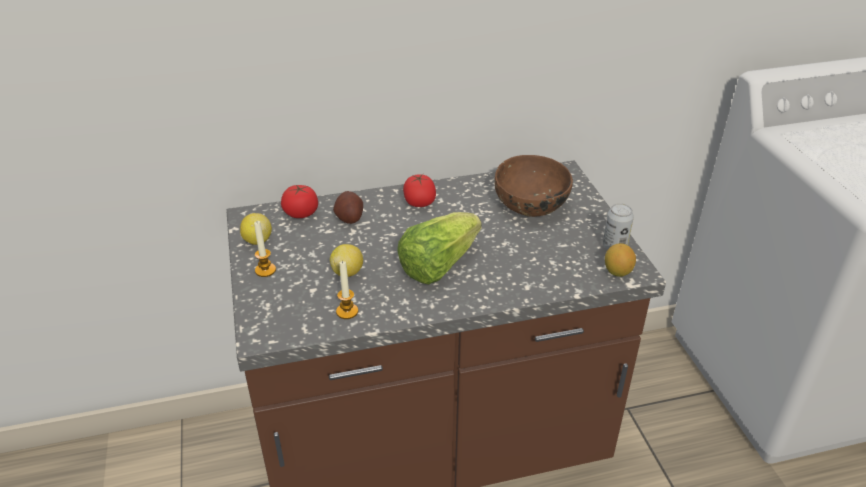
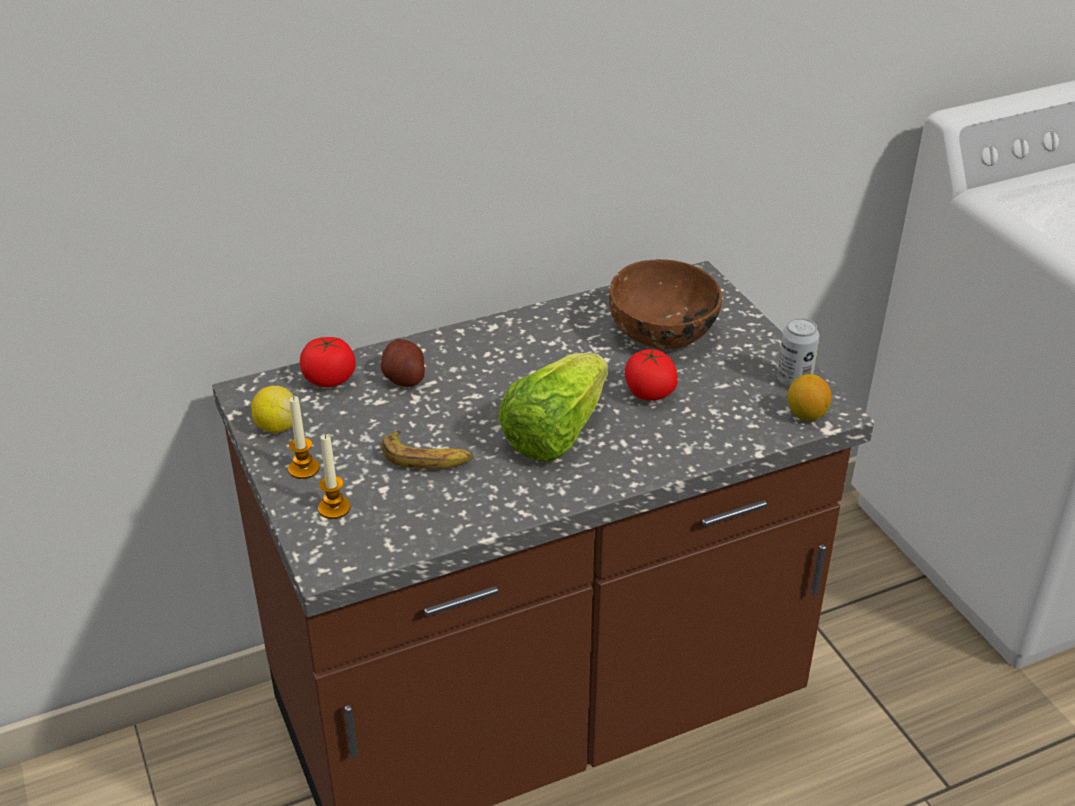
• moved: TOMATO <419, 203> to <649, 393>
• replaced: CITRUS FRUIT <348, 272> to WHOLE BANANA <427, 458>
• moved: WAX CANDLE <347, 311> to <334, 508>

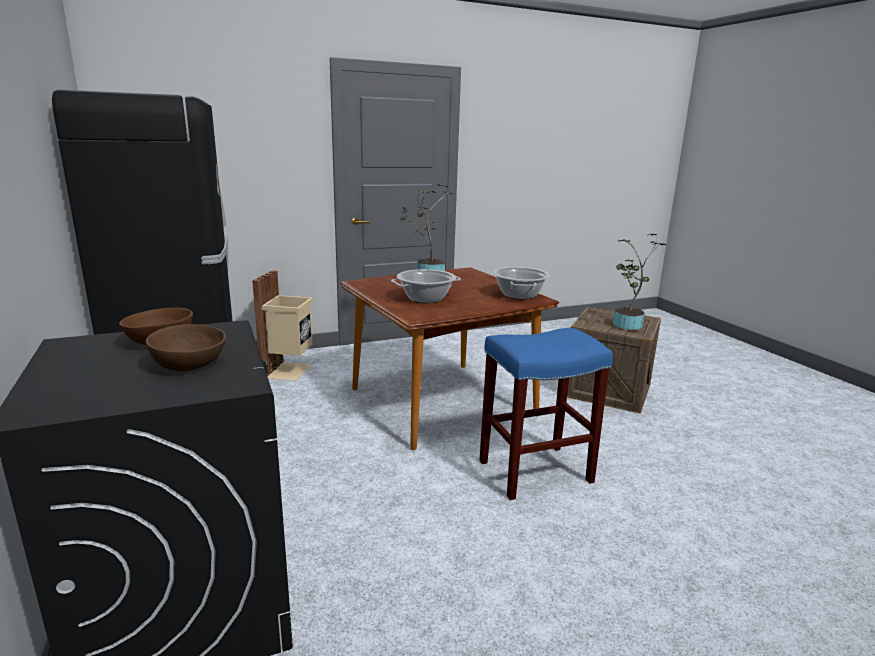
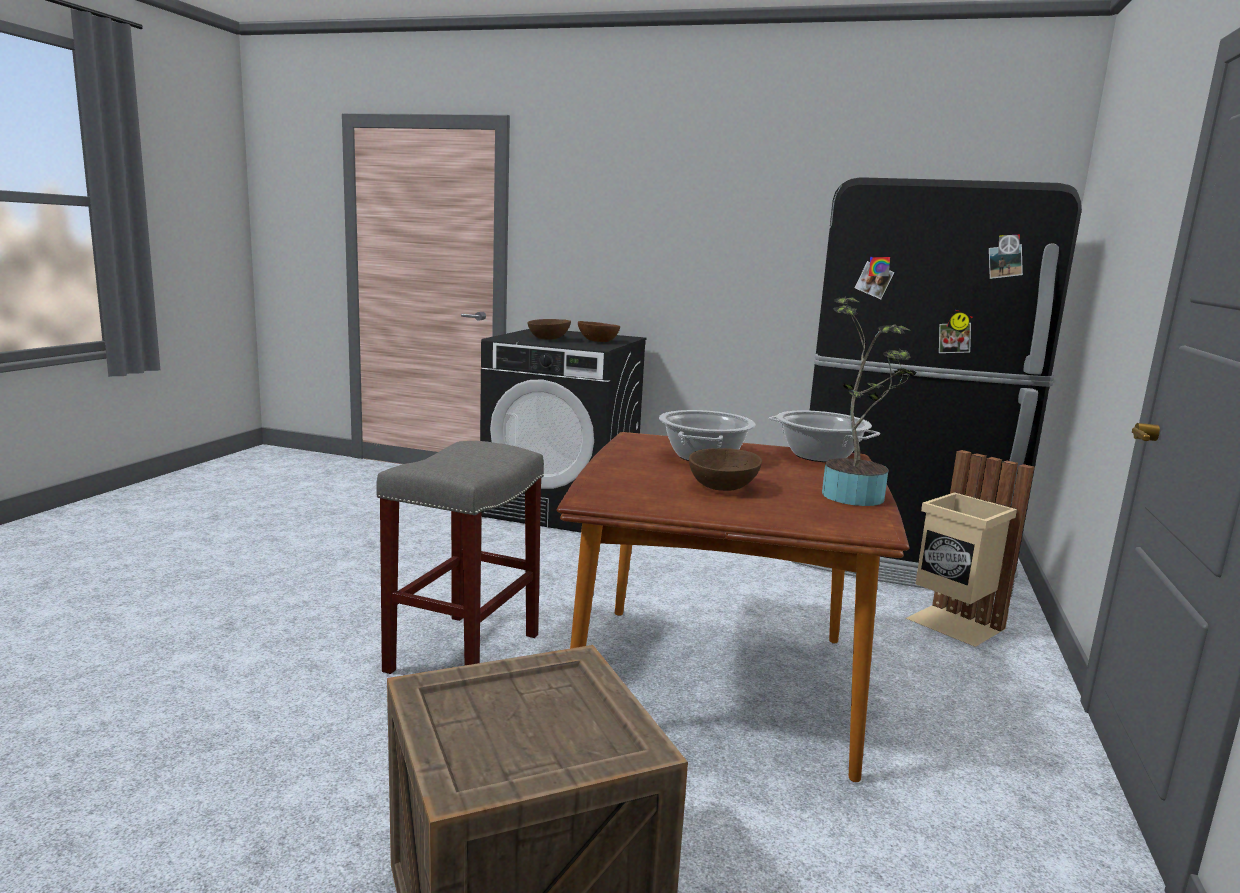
• removed: HOUSEPLANT <626, 326>
• moved: STOCKPOT <519, 295> to <818, 456>
• recoloured: BLUE-COLOURED STOOL <534, 472> to GREYISH STOOL <464, 651>
• added: BROWN DEEP DISH <722, 486>

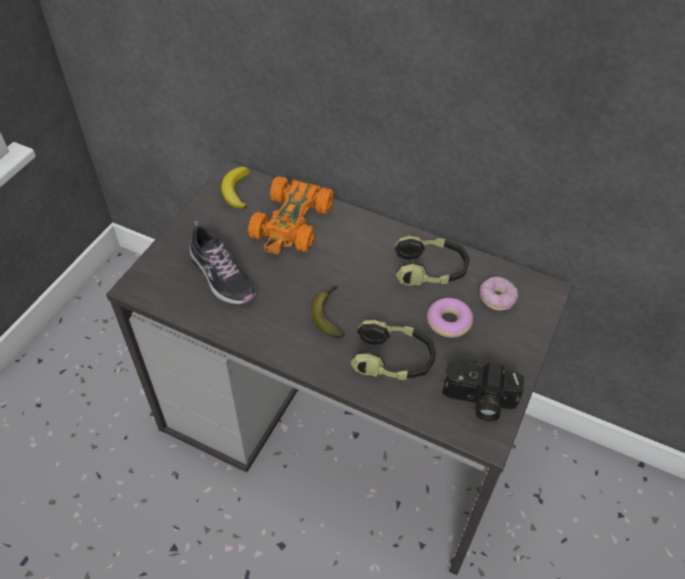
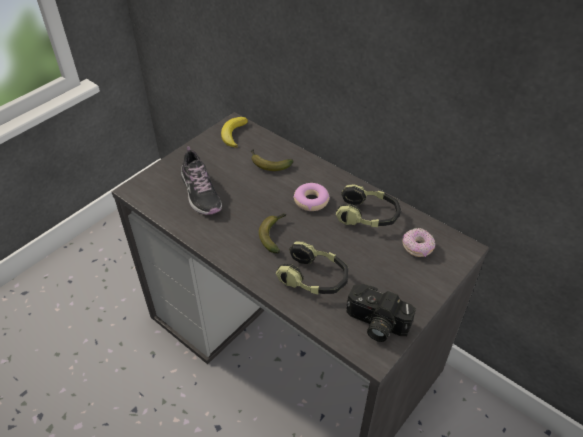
• replaced: ORANGEY TOY CAR <292, 223> to WHOLE BANANA <268, 164>
• moved: DOUGHNUT <448, 321> to <311, 201>

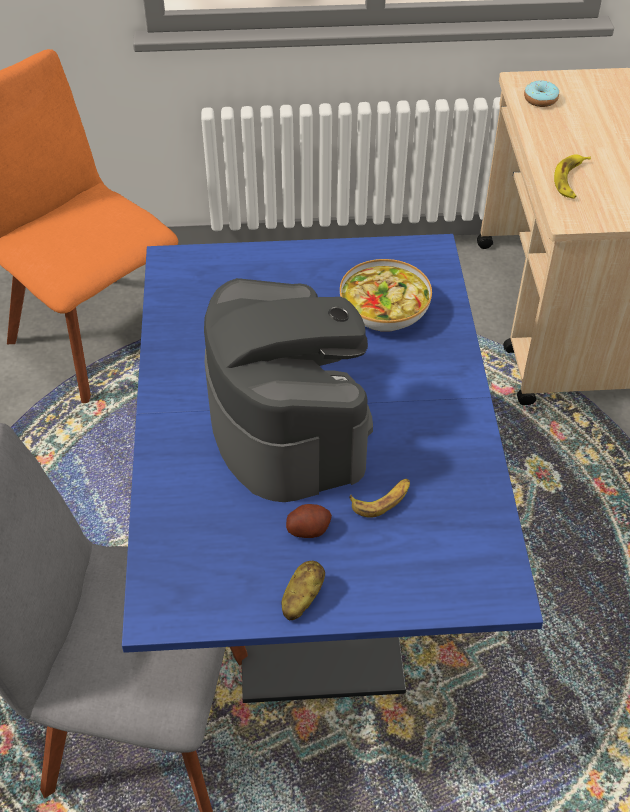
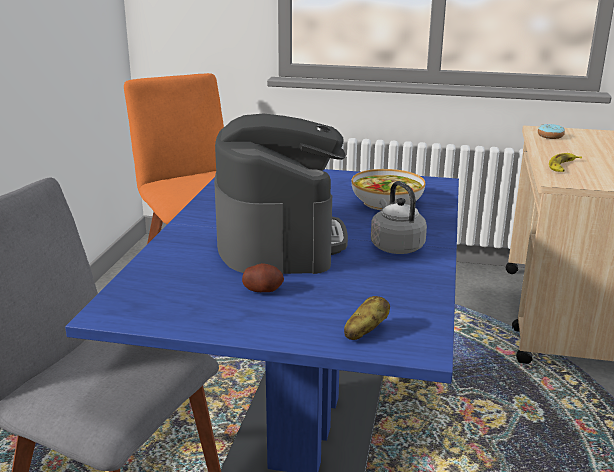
• removed: WHOLE BANANA <382, 500>
• moved: SPUD <301, 598> to <365, 332>
• added: GREYISH TEA KETTLE <395, 246>

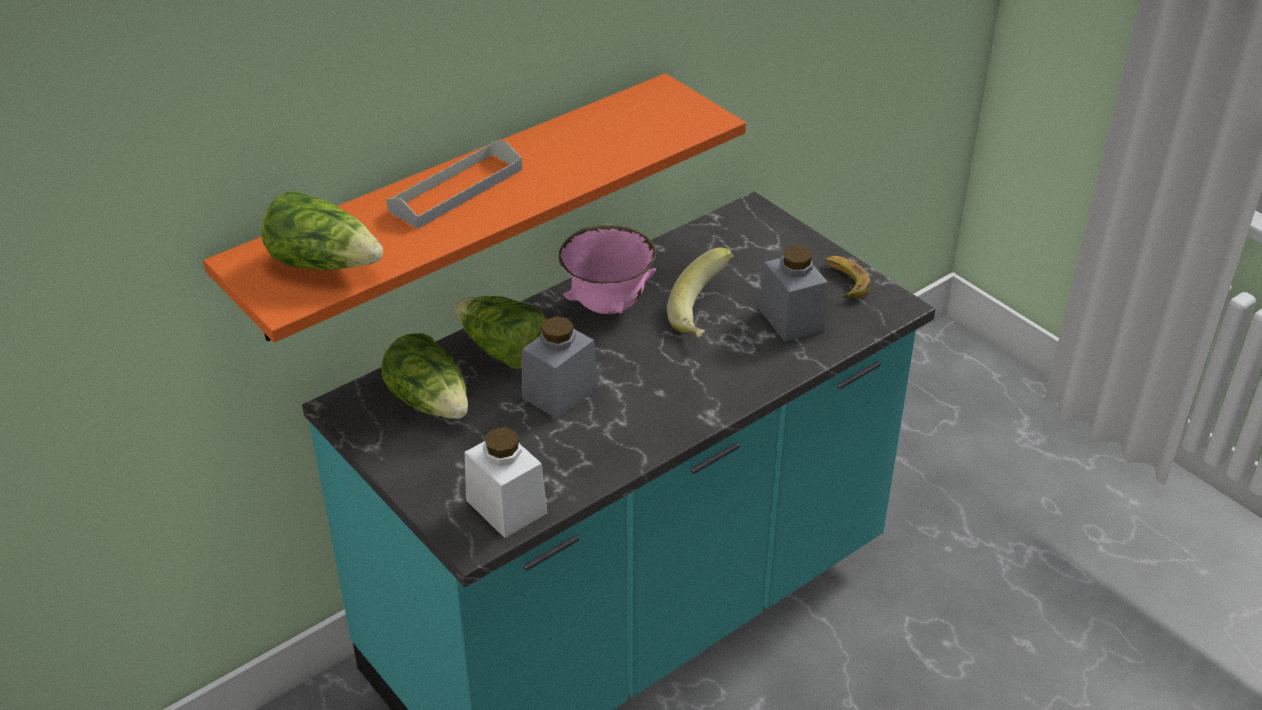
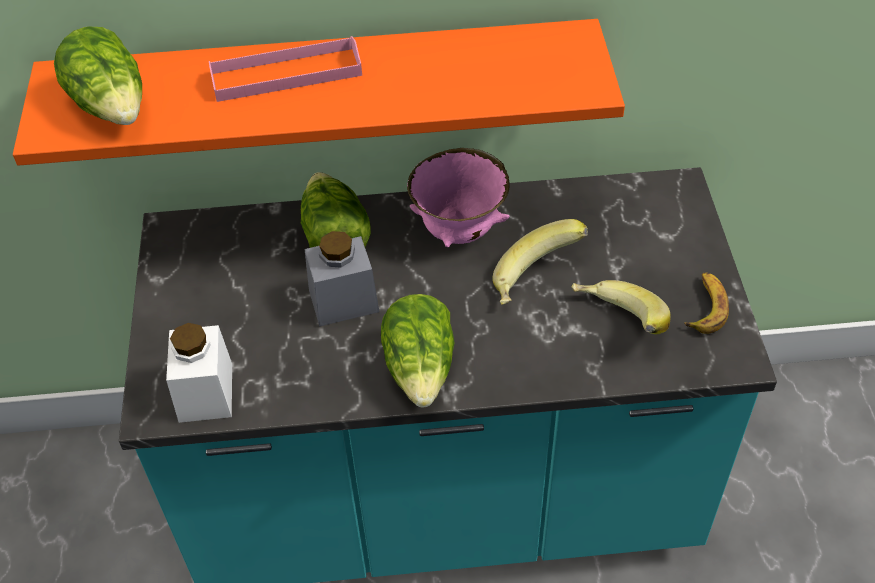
• recoloured: GREYISH SERVING TRAY <456, 190> to PINK SERVING TRAY <286, 74>
• replaced: GREYISH JAR <791, 319> to WHOLE BANANA <616, 324>
• moved: LETTUCE HEAD <431, 402> to <421, 368>

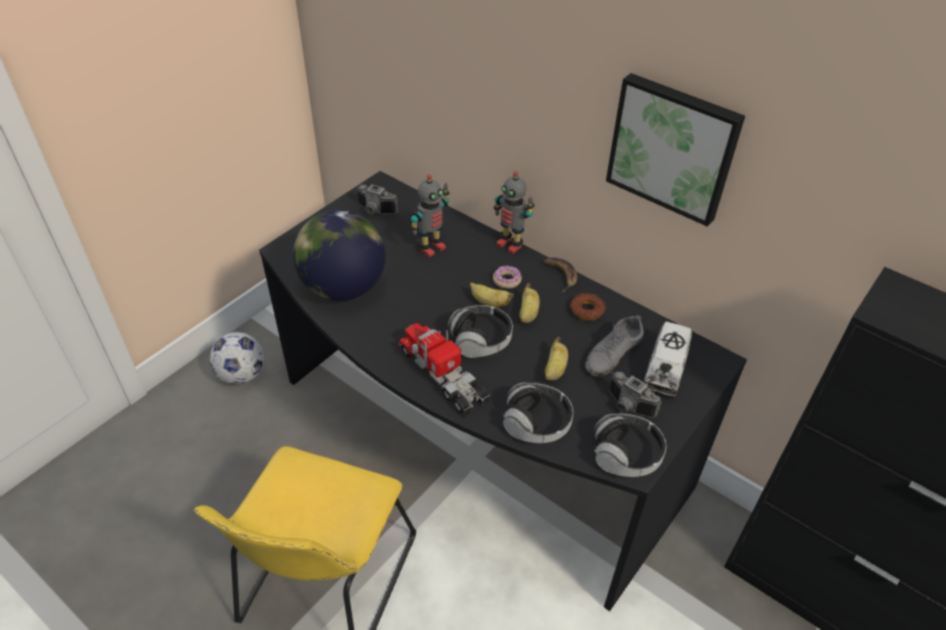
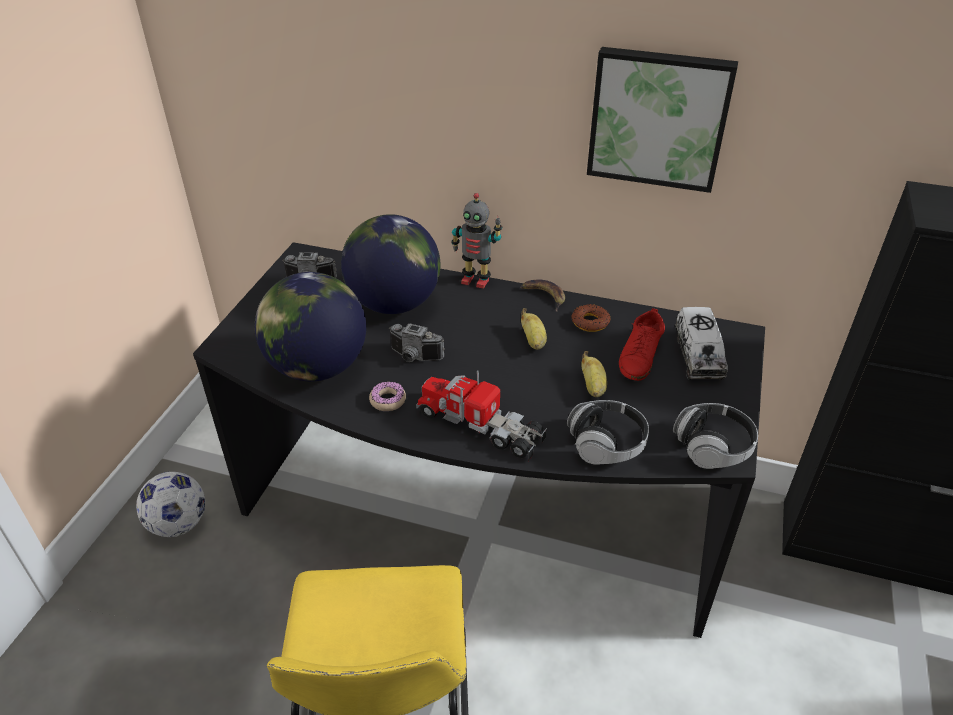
• replaced: ROBOT FIGURE <431, 248> to WORLD GLOBE <394, 303>
• moved: DOUGHNUT <507, 280> to <388, 400>
• removed: WHOLE BANANA <489, 302>
• removed: HEADSET <481, 340>
• recoloured: GREYISH ITEM OF FOOTWEAR <613, 353> to RED-COLOURED ITEM OF FOOTWEAR <640, 355>
• moved: STILL CAMERA <627, 407> to <413, 357>

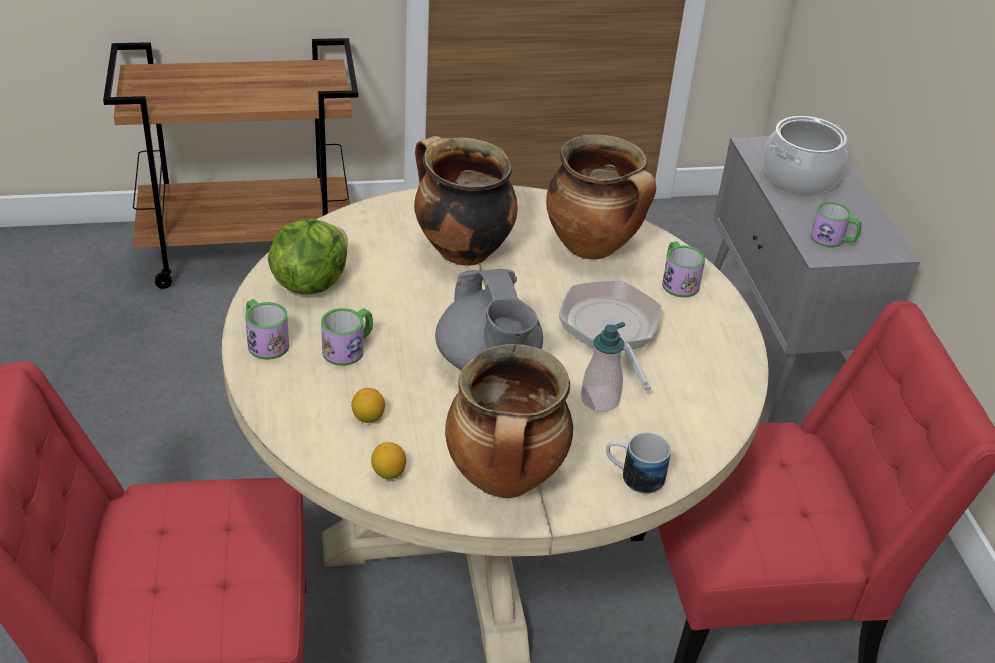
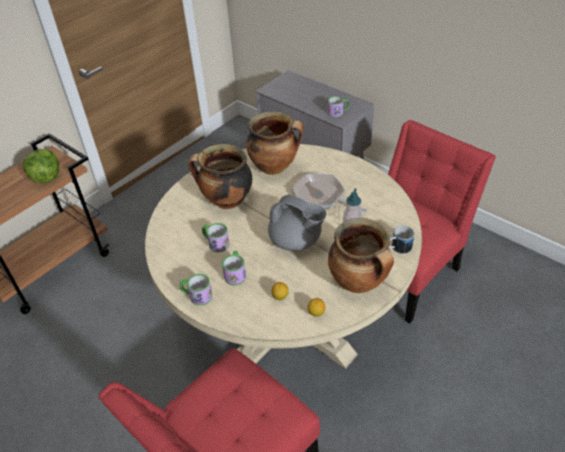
• removed: STOCKPOT <799, 176>
• moved: LETTUCE HEAD <309, 282> to <46, 177>
• moved: MUG <677, 281> to <216, 243>

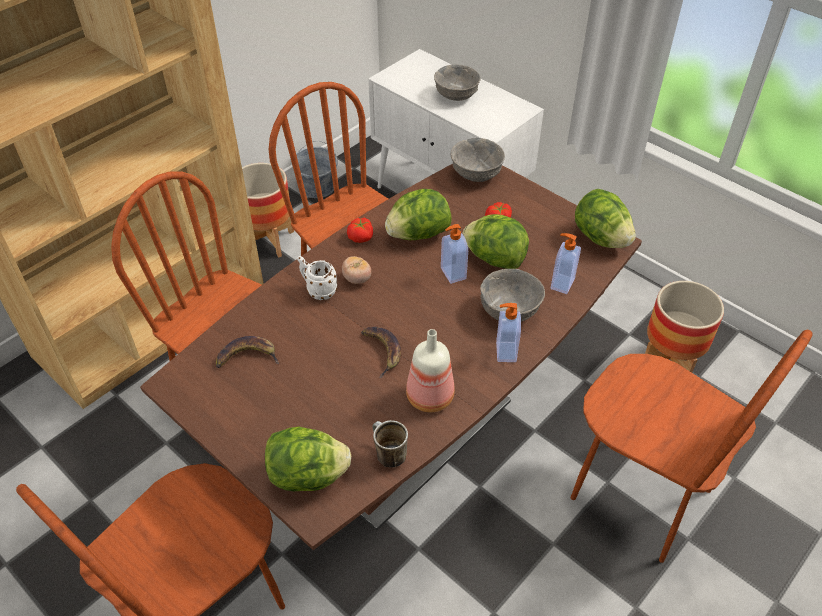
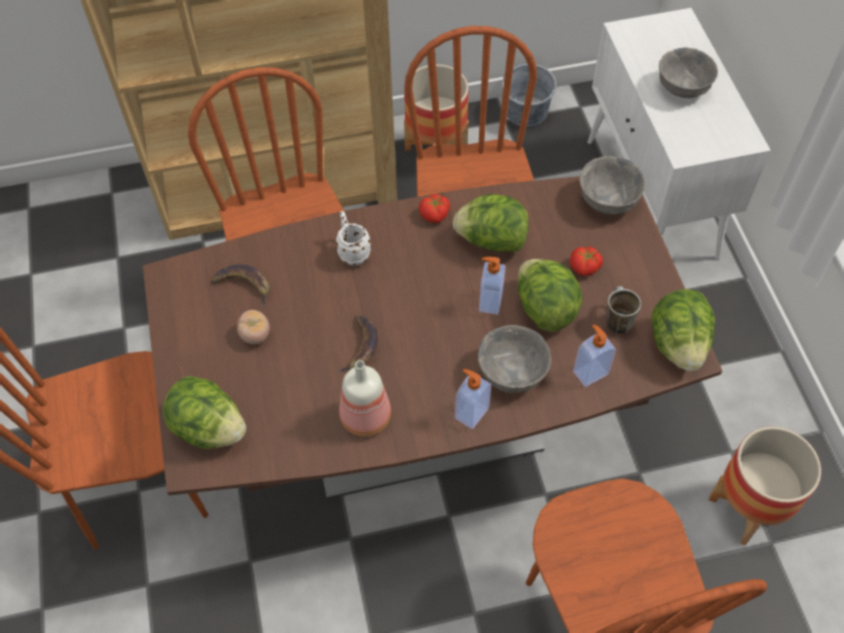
• moved: TOMATO <357, 279> to <255, 335>
• moved: MUG <387, 454> to <616, 319>

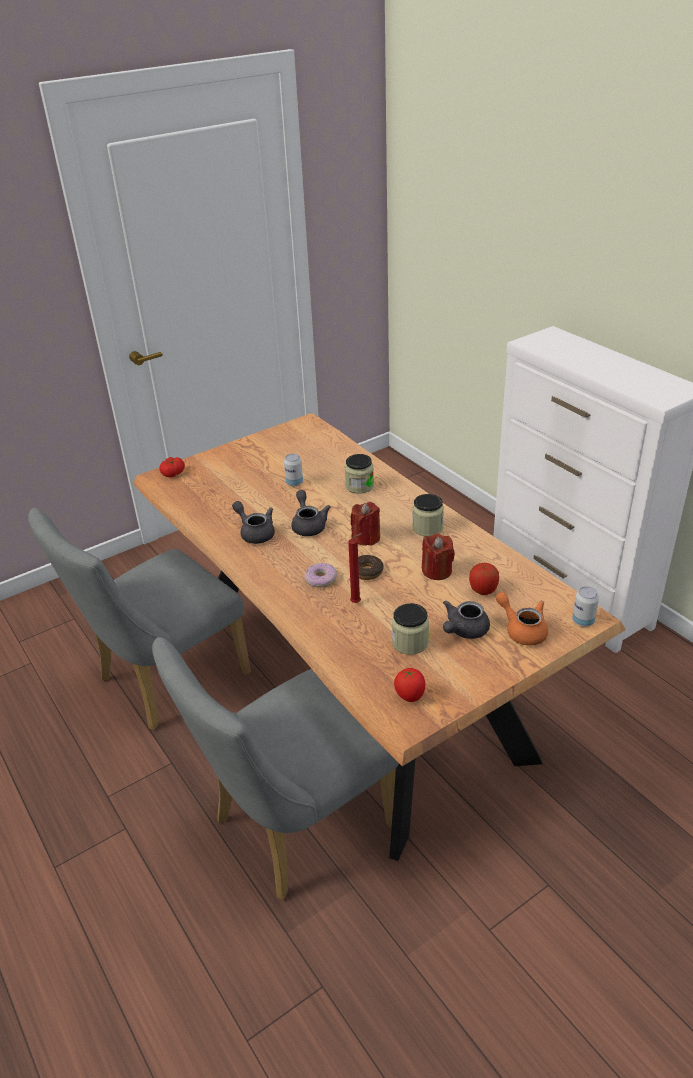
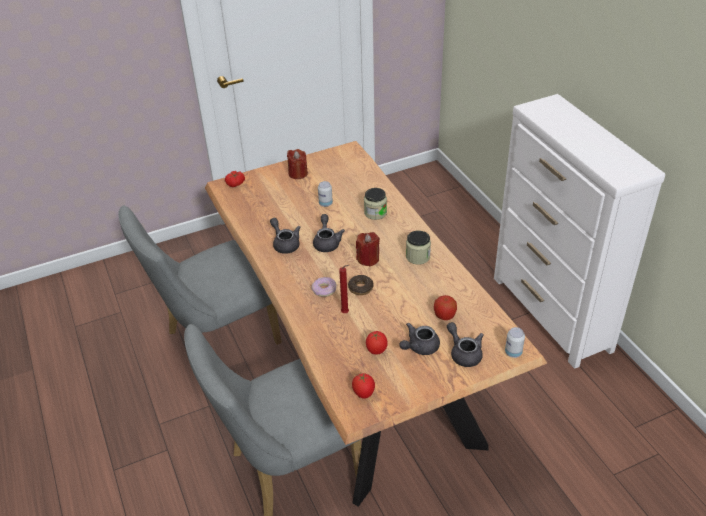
• moved: RED-COLOURED WAX CANDLE <437, 571> to <298, 173>
• recoloured: ORANGEY POT FOR TEA <522, 630> to GREYISH POT FOR TEA <464, 353>
• replaced: JAR <410, 642> to TOMATO <376, 351>

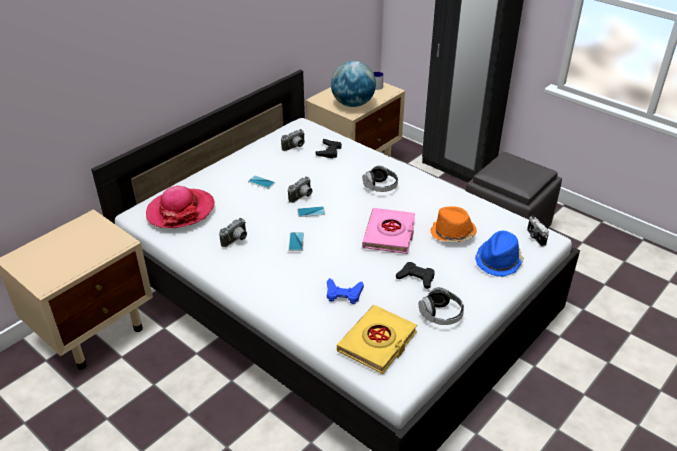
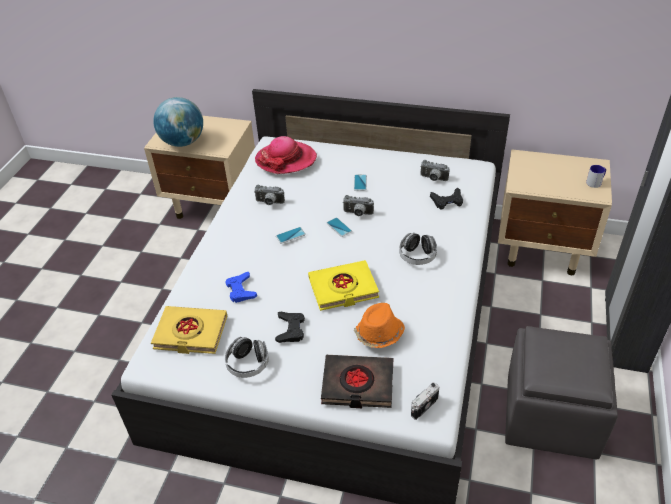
• moved: WORLD GLOBE <353, 104> to <183, 142>
• recoloured: PINK BOOK <389, 234> to YELLOW BOOK <343, 289>
• replaced: BLUE-COLOURED WEARABLE HAT <499, 261> to BLACK BOOK <357, 384>

